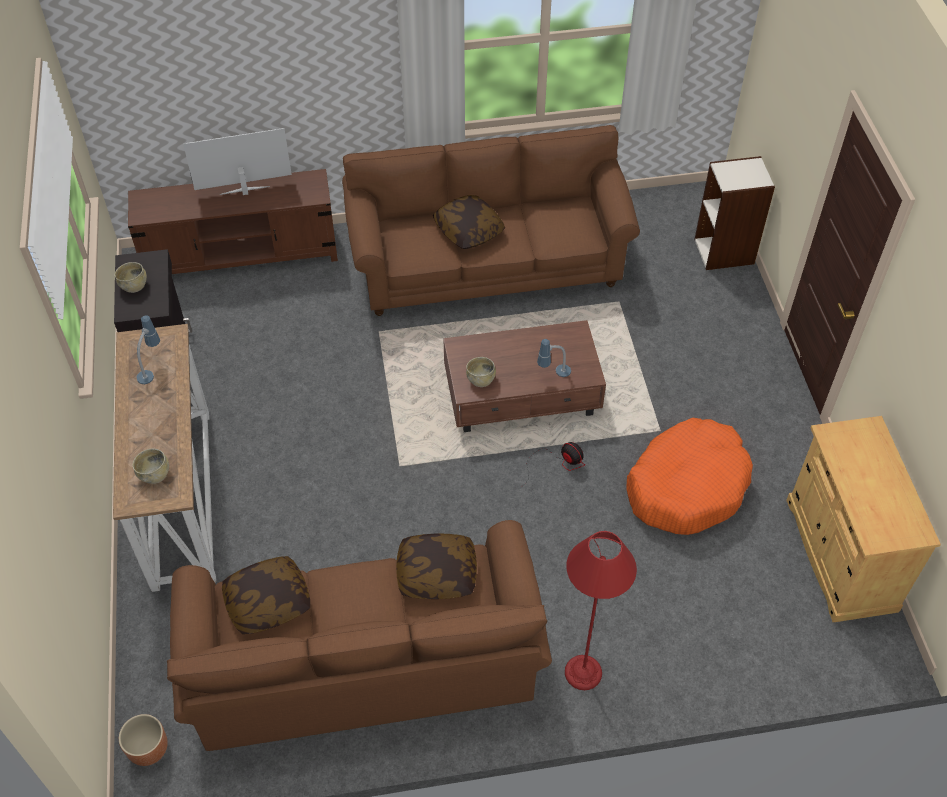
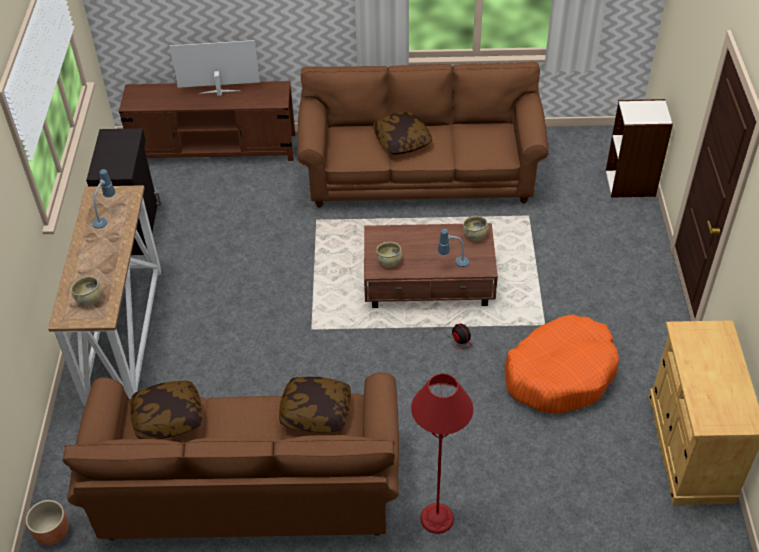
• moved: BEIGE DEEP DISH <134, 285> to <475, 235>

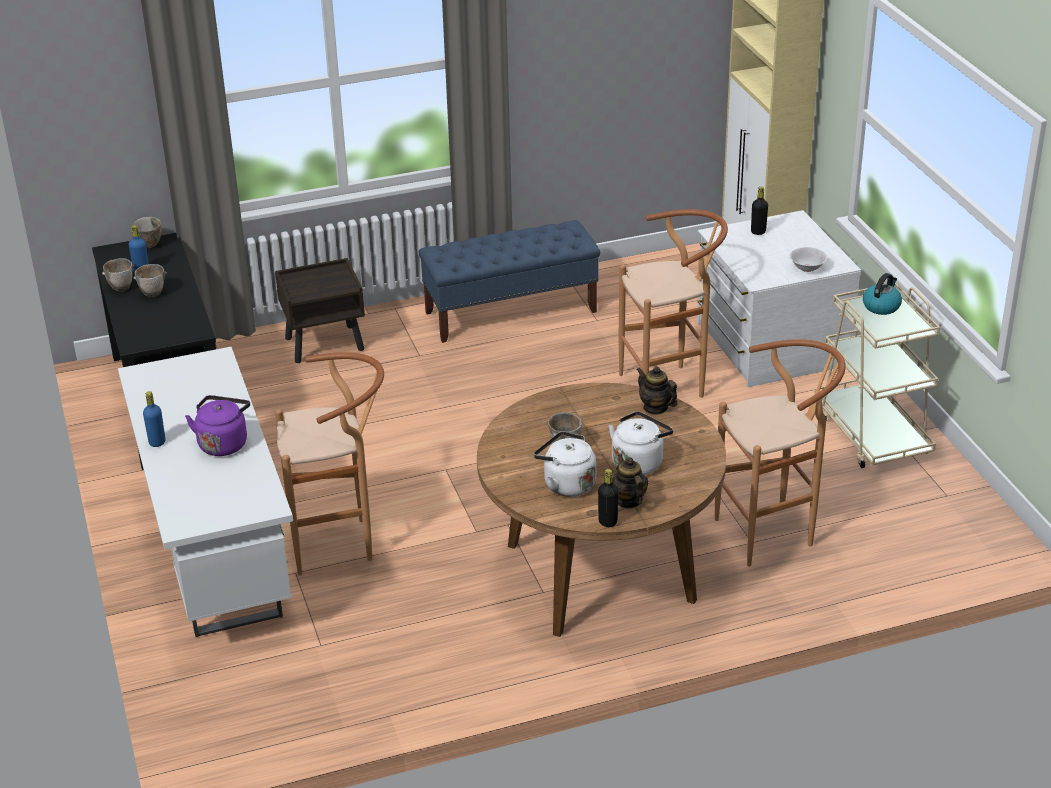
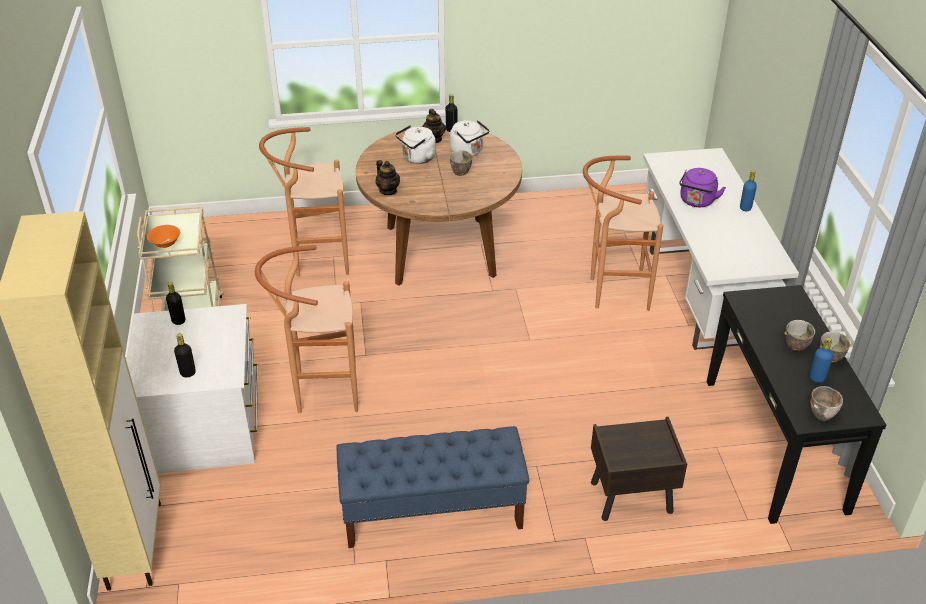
• replaced: WHITE-COLOURED DEEP DISH <807, 268> to BLACK BEVERAGE BOTTLE <178, 321>
• replaced: TEA KETTLE <881, 306> to ORANGEY DEEP DISH <166, 244>

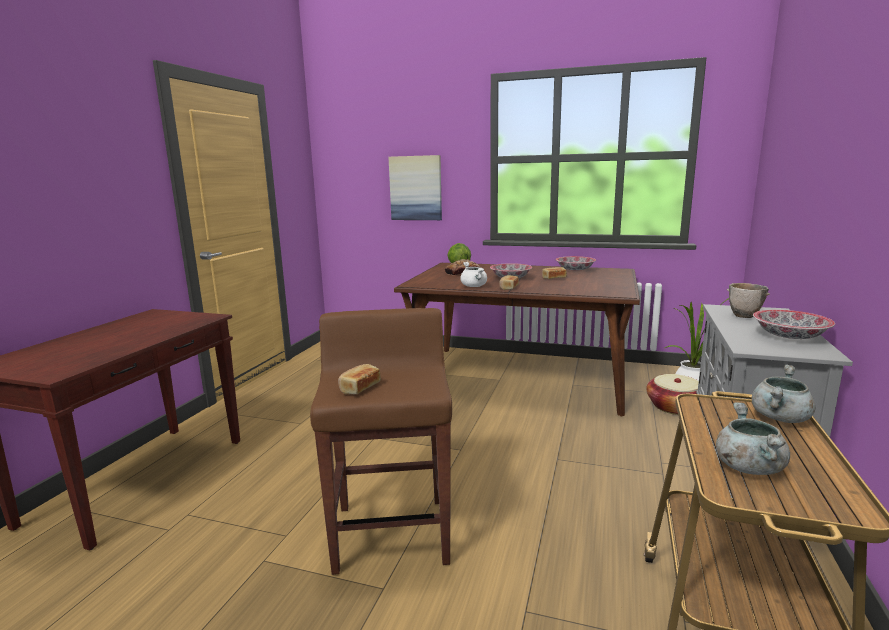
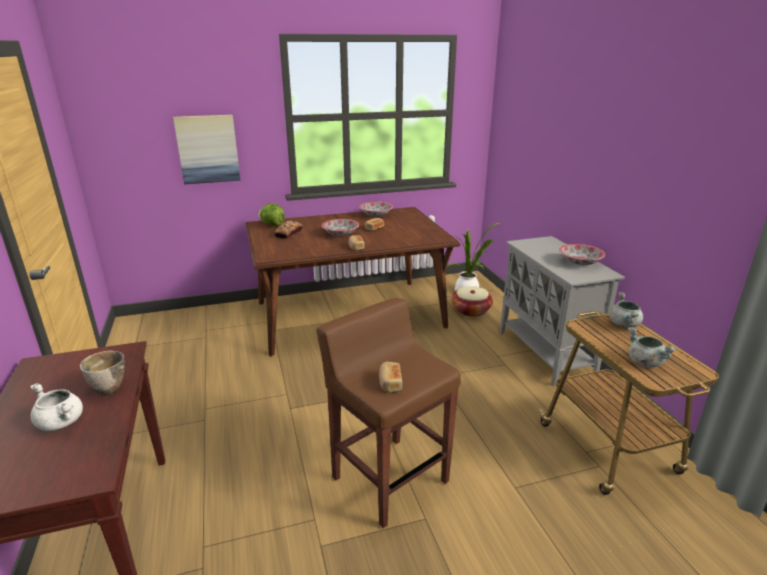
• moved: WHITE-COLOURED STOCKPOT <474, 286> to <62, 422>
• moved: DEEP DISH <745, 316> to <110, 390>

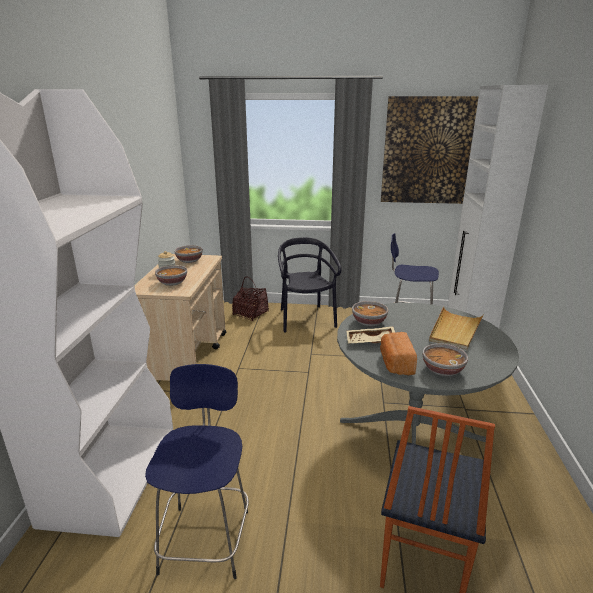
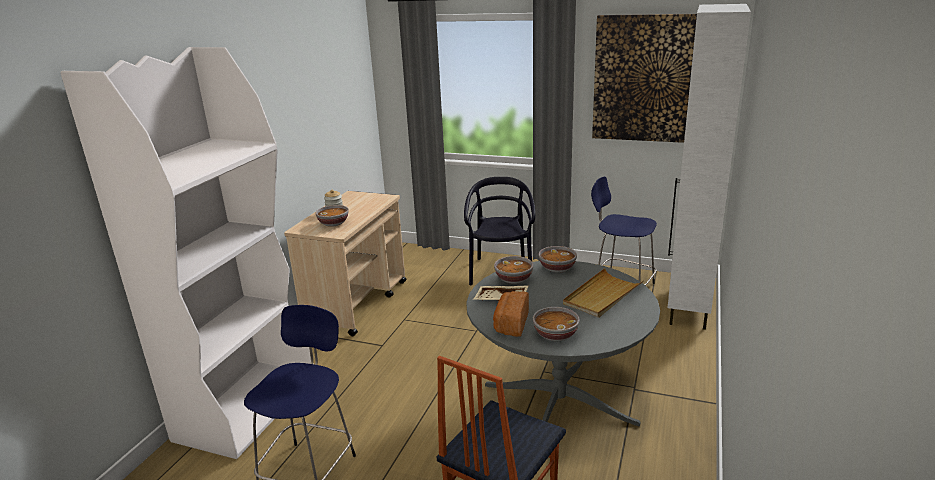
• moved: DEEP DISH <189, 261> to <557, 268>
• removed: STORAGE BASKET <250, 313>

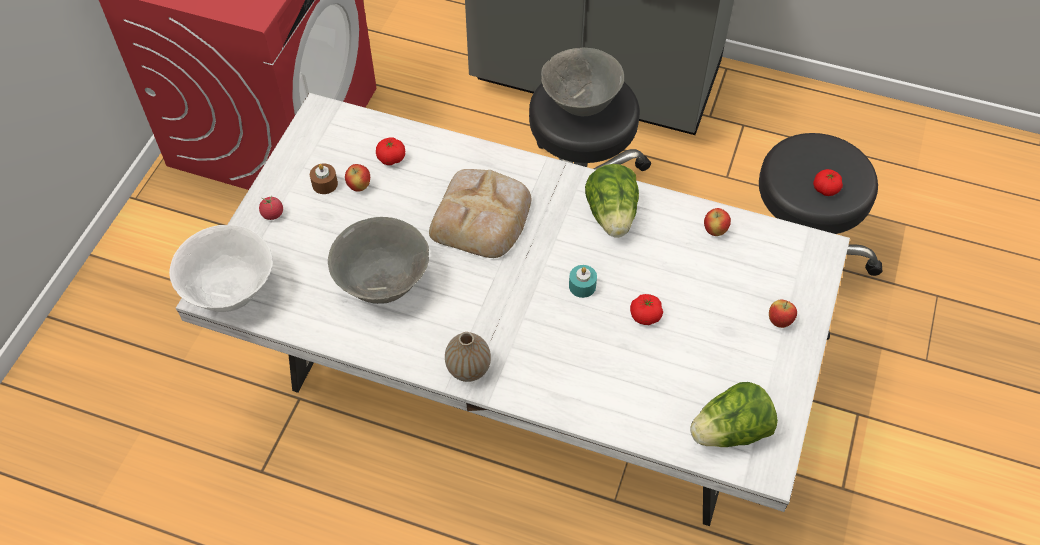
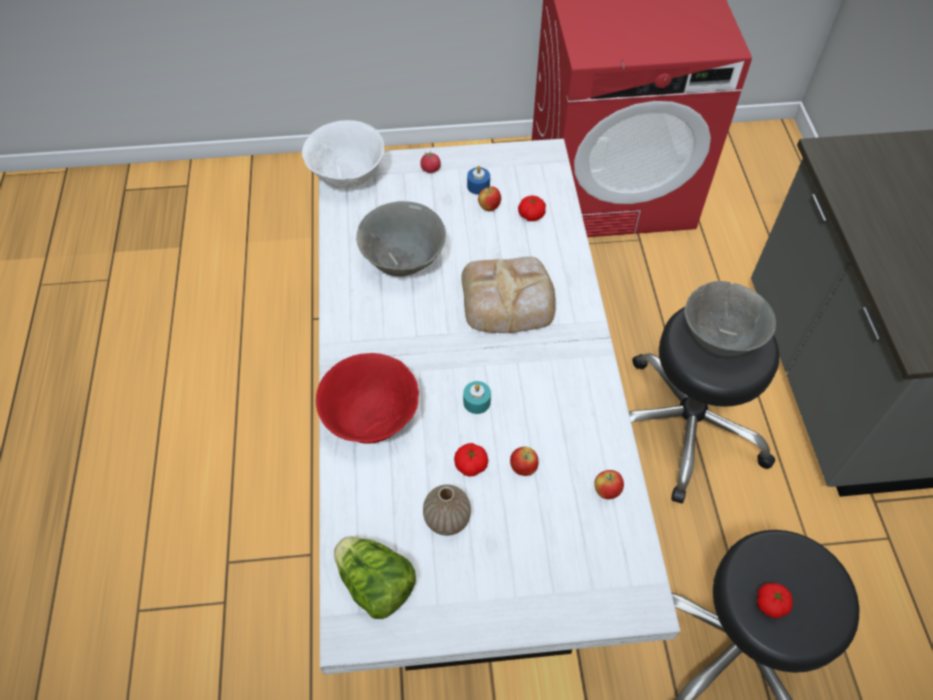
• recoloured: BROWN WAX CANDLE <325, 184> to BLUE-COLOURED WAX CANDLE <478, 186>
• removed: LETTUCE HEAD <612, 215>
• moved: APPLE FRUIT <779, 321> to <523, 468>
• moved: VASE <468, 369> to <447, 520>
• added: RED-COLOURED DEEP DISH <371, 419>

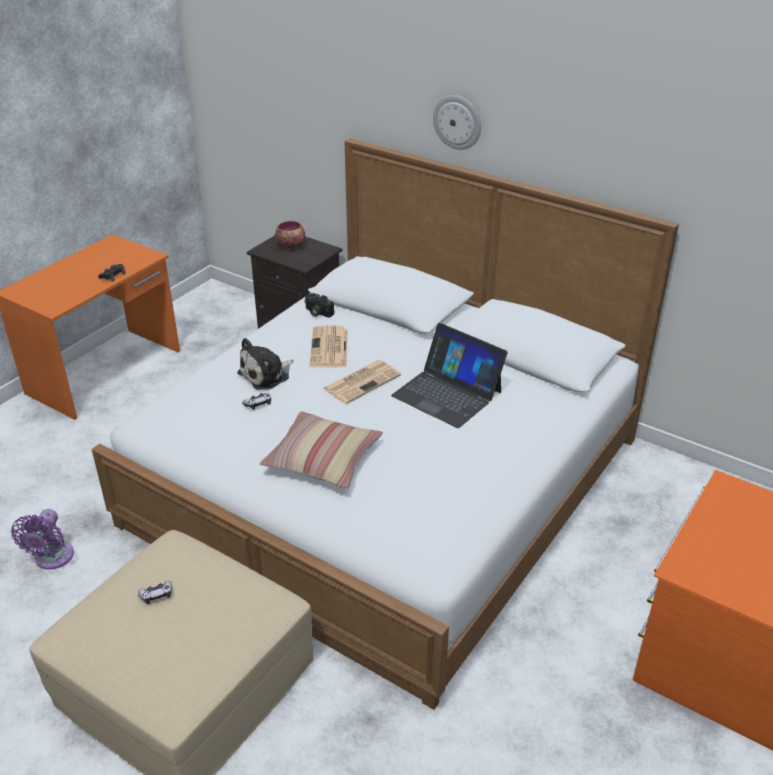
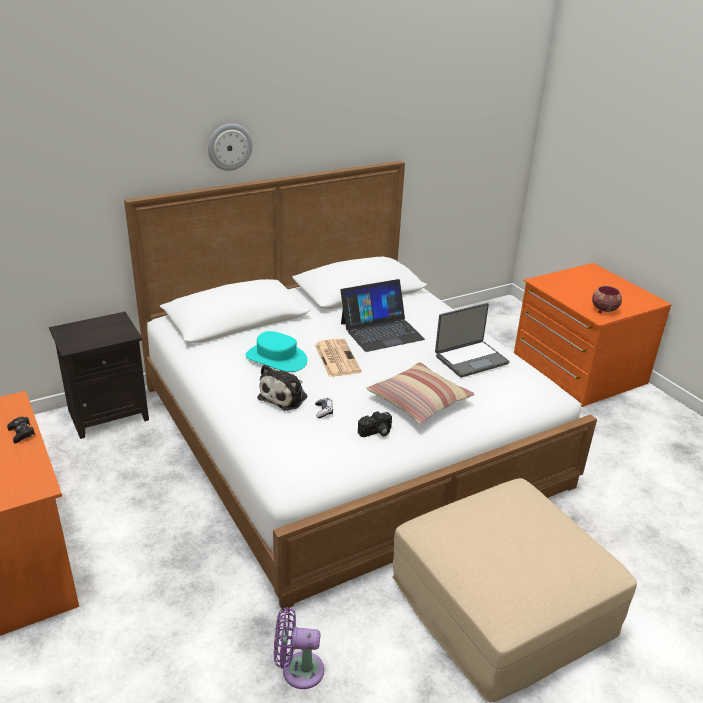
• moved: DEEP DISH <291, 246> to <603, 310>
• moved: STILL CAMERA <317, 312> to <376, 432>
• replaced: PRINTED PAPER <329, 348> to TURQUOISE-COLOURED WEARABLE HAT <276, 358>
• turned: CUDDLY TOY <266, 375> = <285, 396> 45 degrees clockwise
• turned: PURPLE COOLING FAN <52, 559> = <298, 670> 150 degrees clockwise
• removed: GAMEPAD <156, 595>
• added: NOTEBOOK COMPUTER <470, 359>

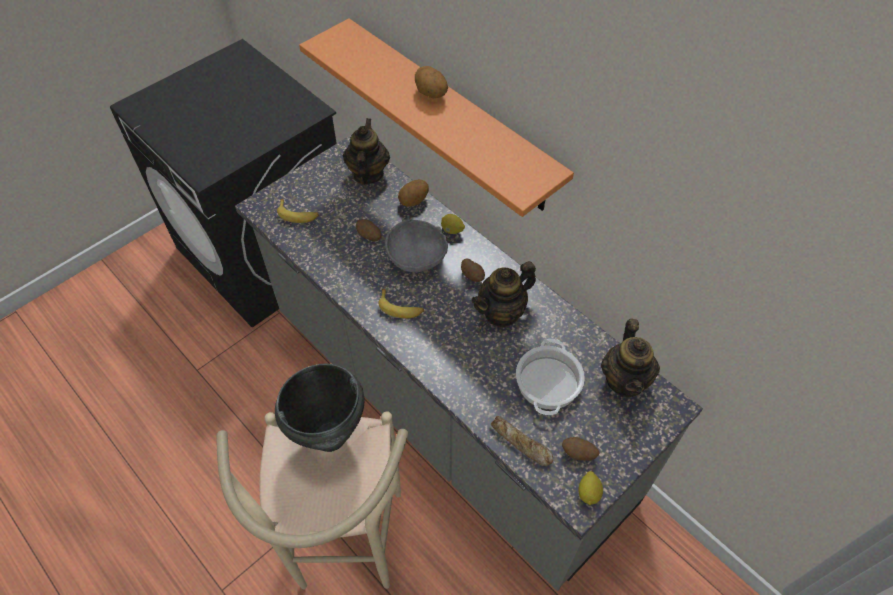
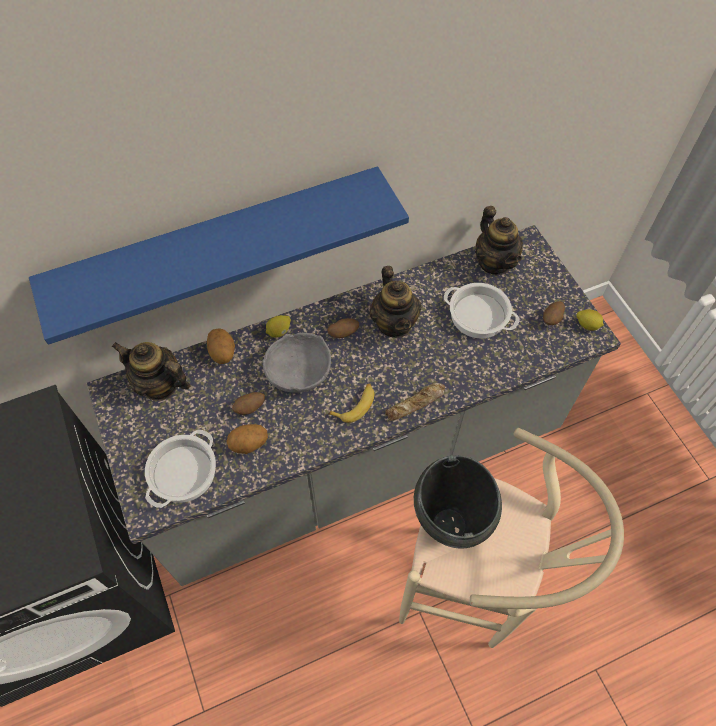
• recoloured: ORANGEY SHELF <451, 115> to BLUE-COLOURED SHELF <218, 244>
• moved: SPUD <430, 94> to <249, 445>
• replaced: WHOLE BANANA <298, 215> to STOCKPOT <183, 471>
• turned: POT FOR TEA <625, 380> = <494, 262> 45 degrees clockwise
• moved: BAKERY BREAD <521, 444> to <416, 404>

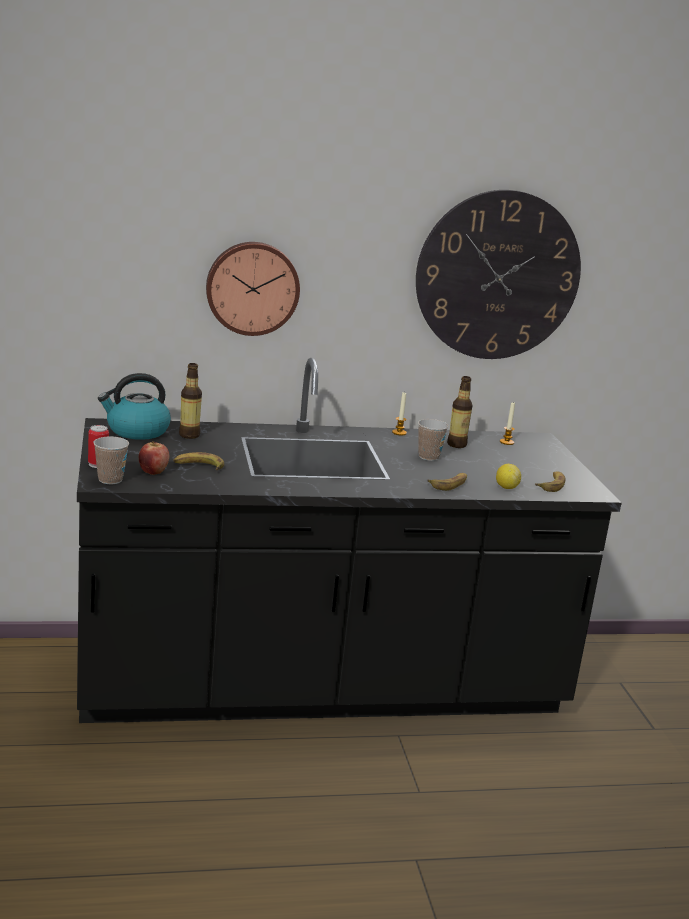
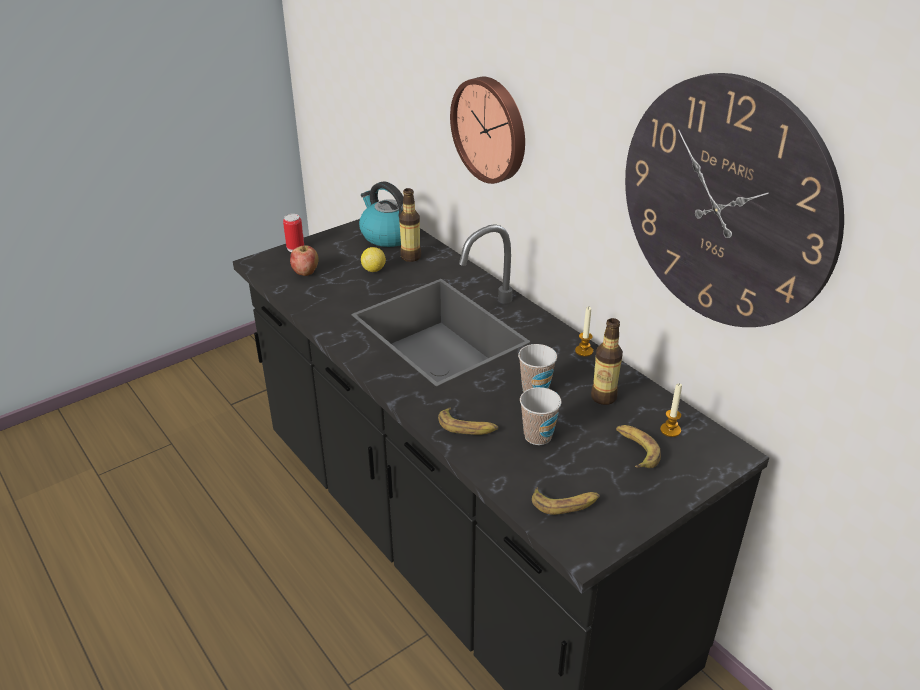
• moved: SMALL CUP <110, 480> to <538, 436>
• moved: WHOLE BANANA <198, 466> to <635, 450>
• moved: CITRUS FRUIT <506, 487> to <374, 269>

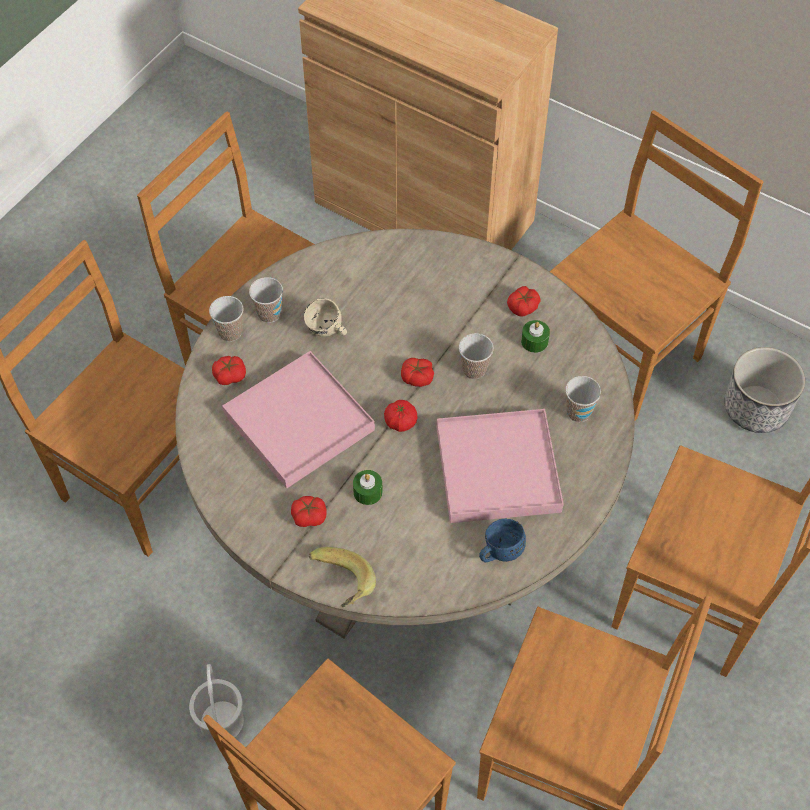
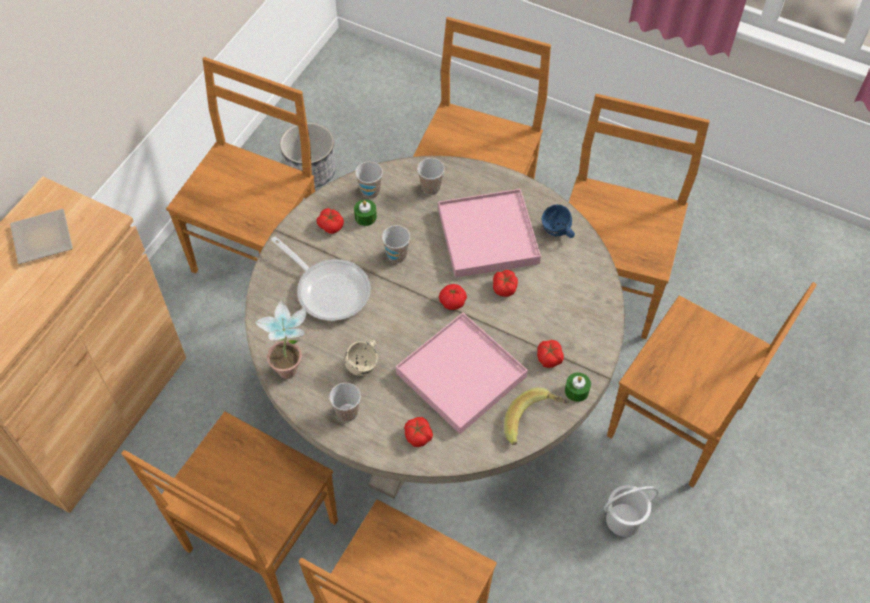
• turned: BROWN CHAIR <624, 352> = <259, 253> 75 degrees clockwise
• moved: SMALL CUP <230, 332> to <370, 191>
• moved: TOMATO <417, 377> to <504, 287>
• moved: GREENISH WAX CANDLE <368, 492> to <576, 391>
• moved: WHOLE BANANA <339, 586> to <534, 423>
• added: DINNER PLATE <44, 237>
• added: SKILLET <329, 289>
• added: HOUSEPLANT <291, 364>

